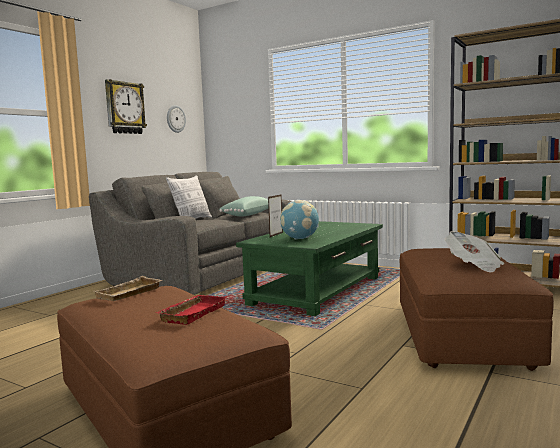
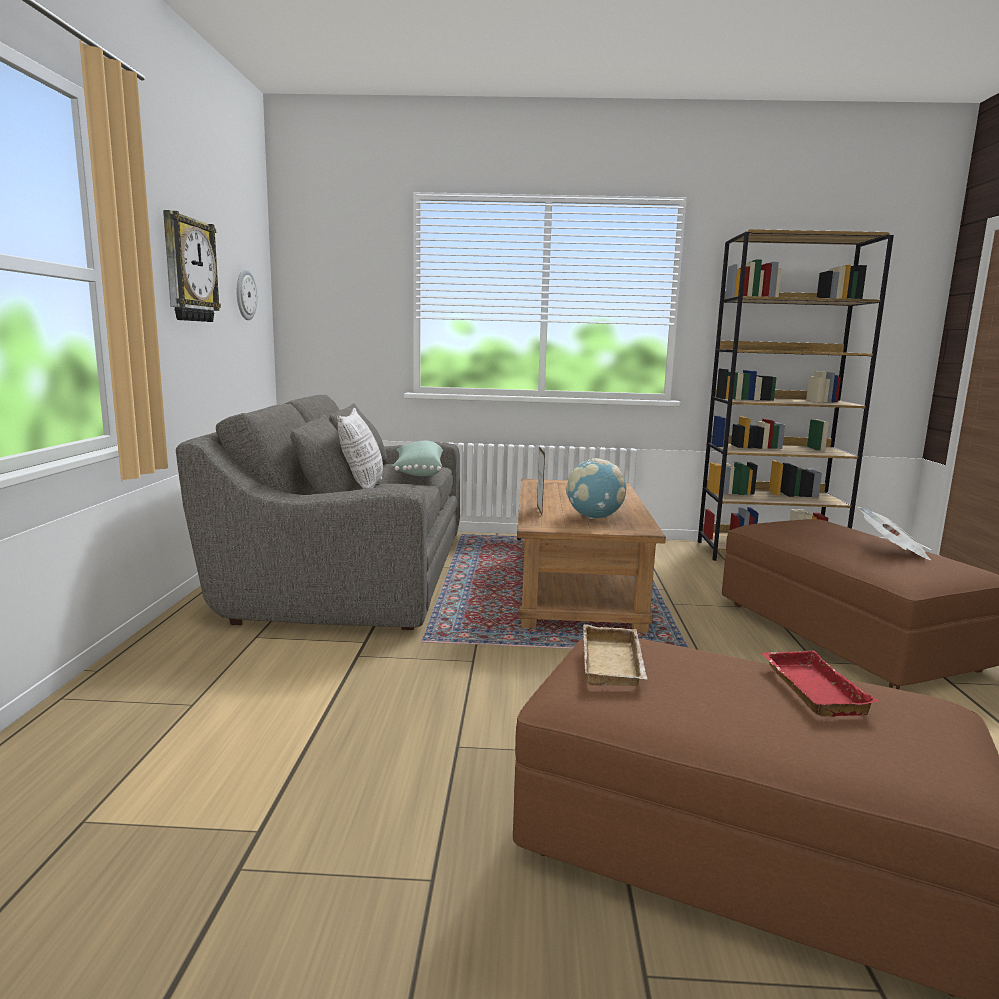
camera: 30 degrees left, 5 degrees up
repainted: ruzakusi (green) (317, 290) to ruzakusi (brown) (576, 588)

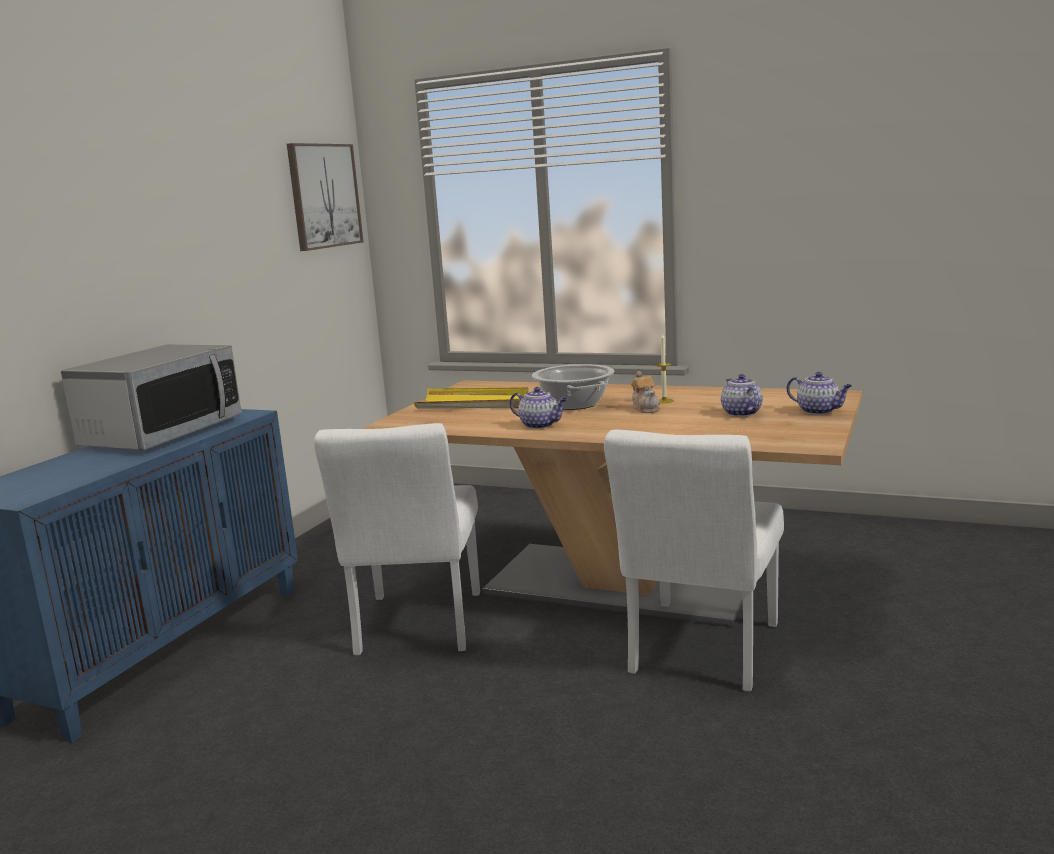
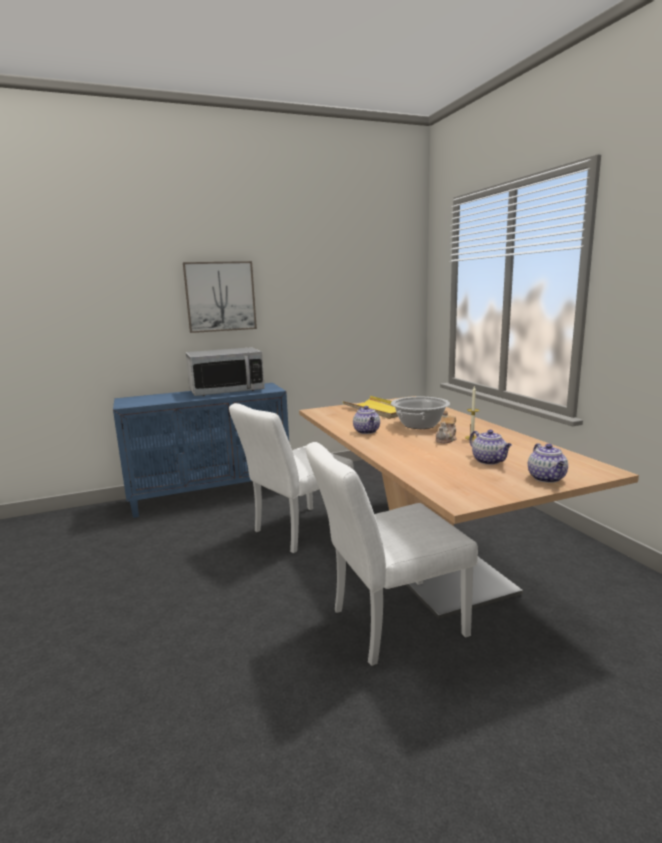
camera: 45 degrees right, 0 degrees up
shifted: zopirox (324, 196) to (220, 296)
rotated: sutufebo (740, 413) = (489, 461) 120 degrees clockwise

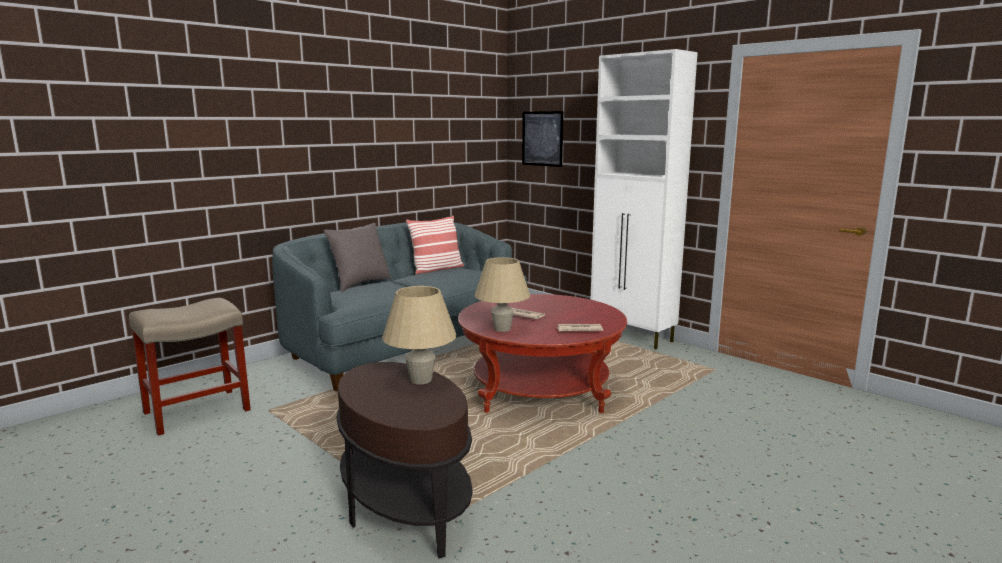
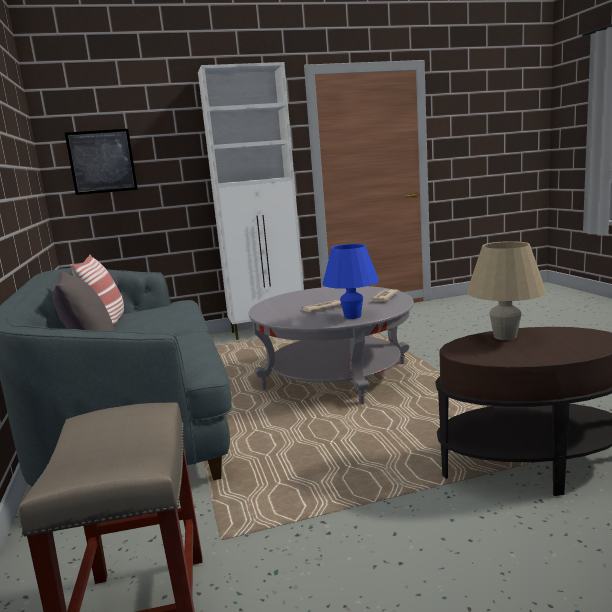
camera: 60 degrees left, 0 degrees up
repainted: ruzakusi (red) (540, 389) to ruzakusi (grey) (335, 376); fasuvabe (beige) (502, 329) to fasuvabe (blue) (352, 316)

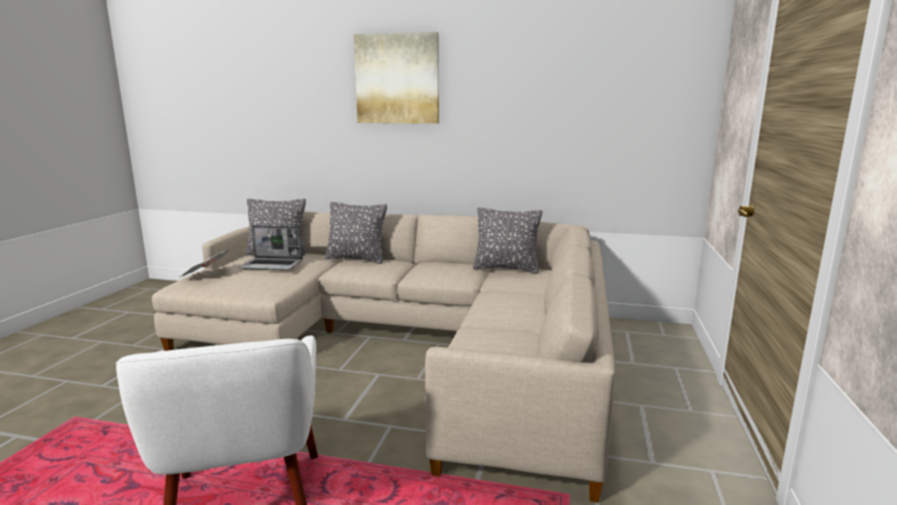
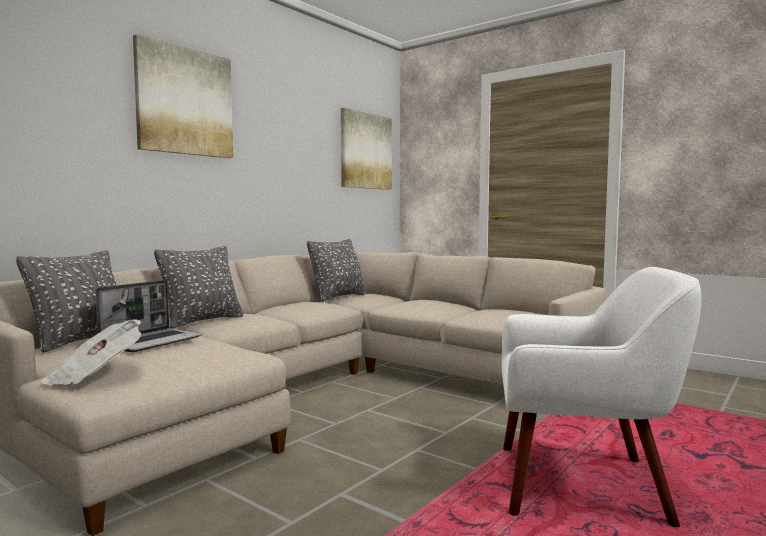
camera: 65 degrees left, 10 degrees down
new: zopirox (365, 151)

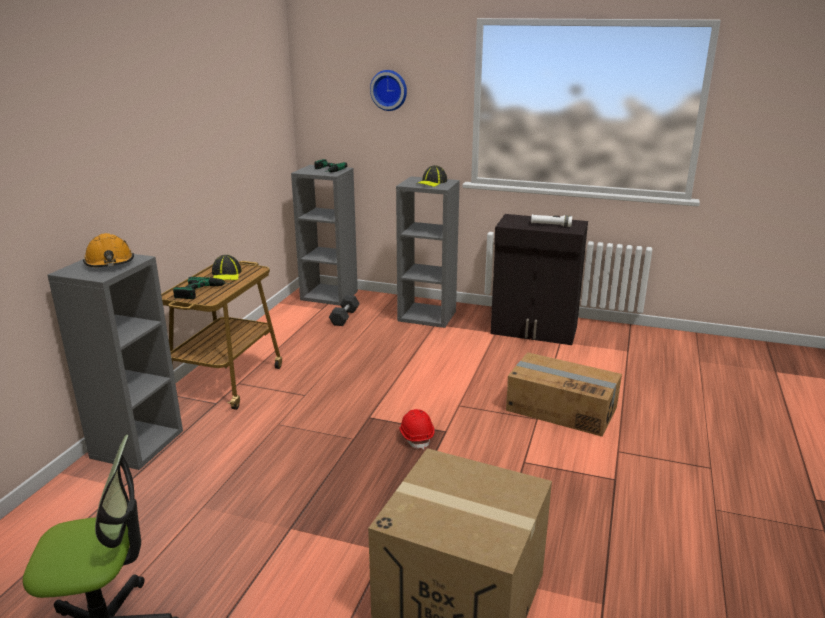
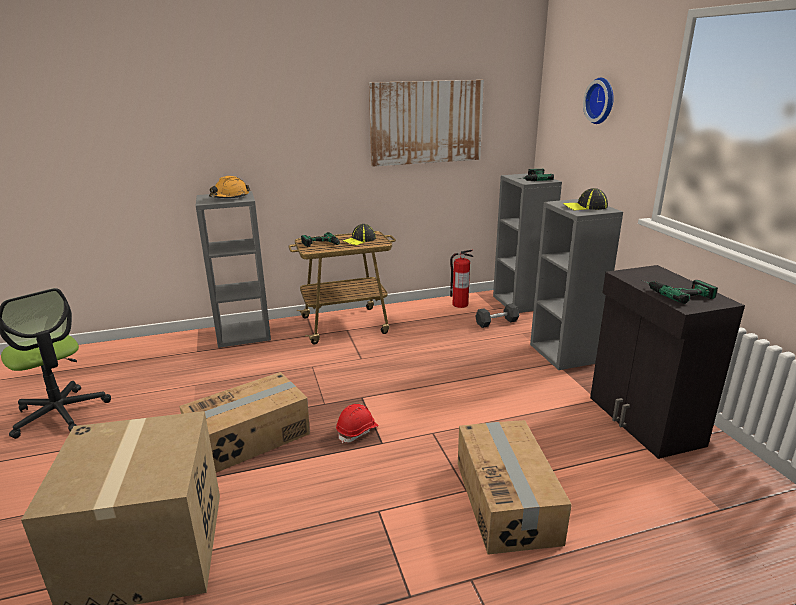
camera: 55 degrees right, 0 degrees up
new: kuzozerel (249, 438); zopirox (426, 122); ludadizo (459, 304)
swapped: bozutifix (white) (551, 225) to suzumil (675, 292)

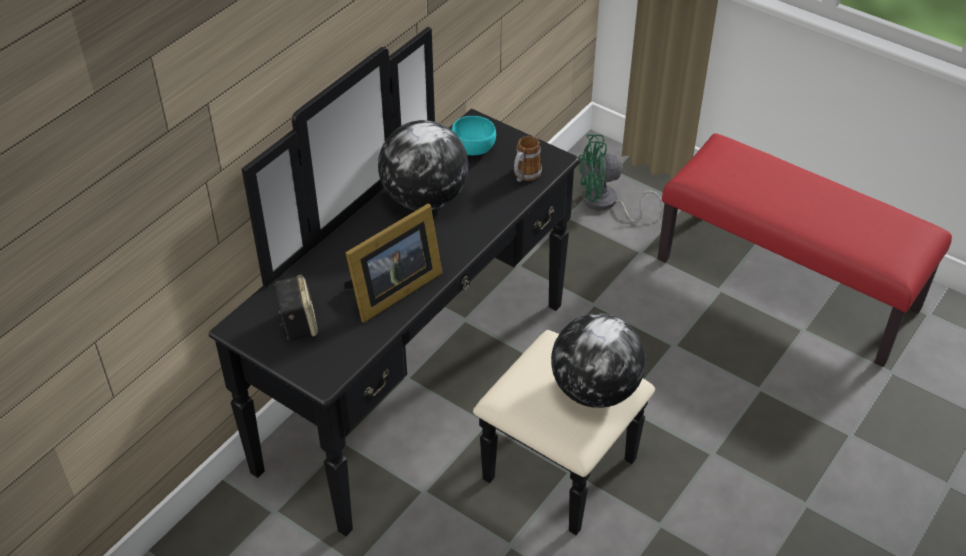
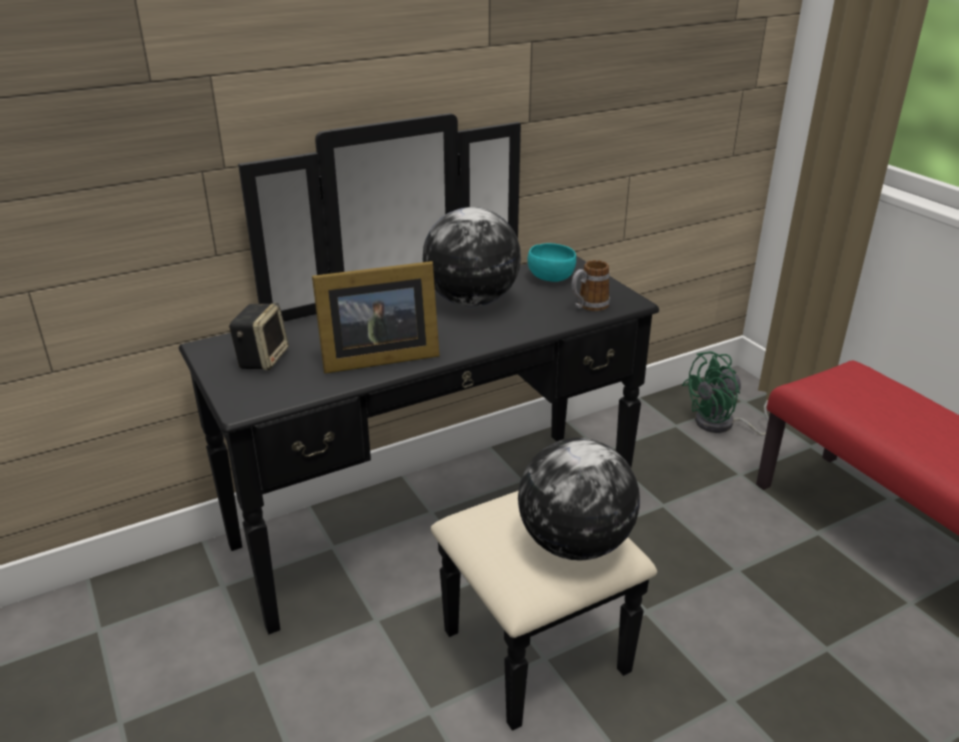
camera: 25 degrees right, 15 degrees down
rotated: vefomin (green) (606, 204) = (723, 425) 45 degrees counterclockwise

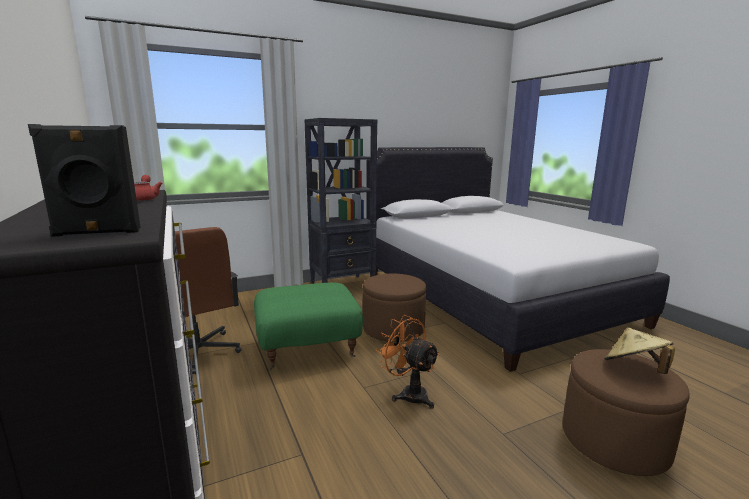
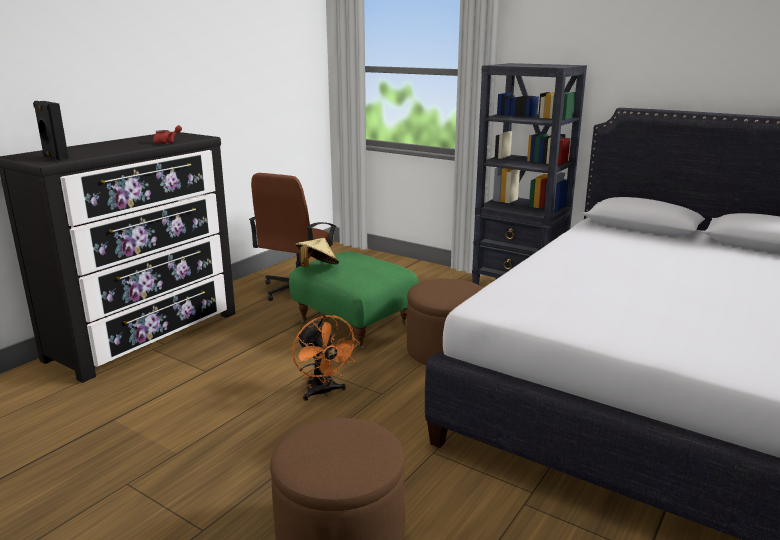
camera: 60 degrees right, 5 degrees up
shifted: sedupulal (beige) (634, 368) to (317, 268)
rotated: vefomin (orange) (408, 393) = (323, 392) 135 degrees clockwise

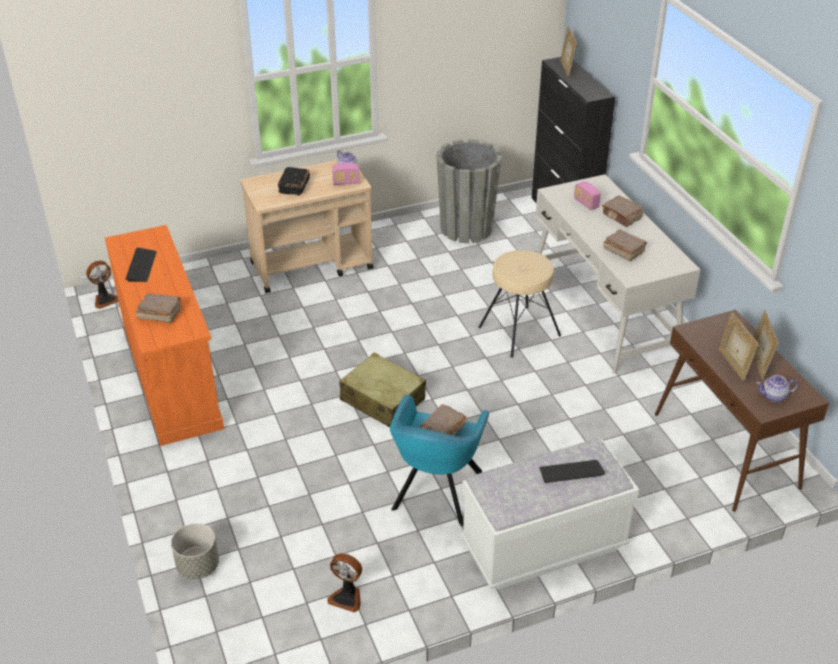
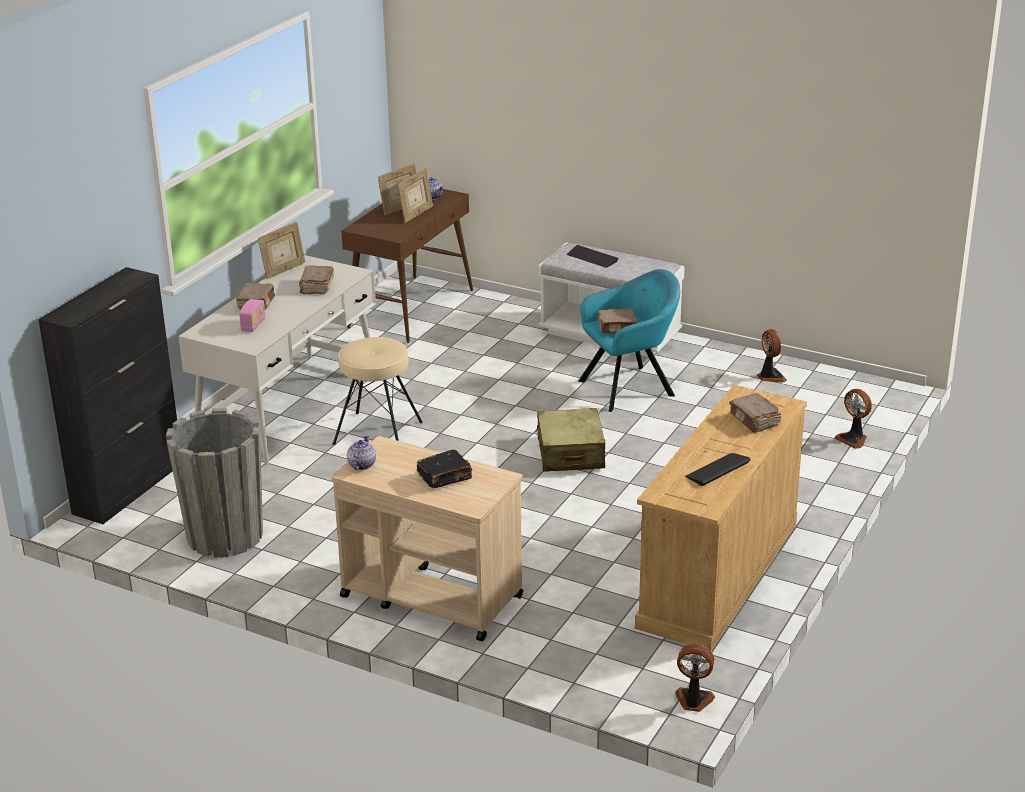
camera: 130 degrees left, 10 degrees down
gone: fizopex (346, 182)
shifted: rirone (566, 68) to (283, 270)
swapped: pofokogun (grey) (197, 566) to vefomin (853, 439)
repainted: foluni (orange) (171, 375) to foluni (beige) (718, 575)

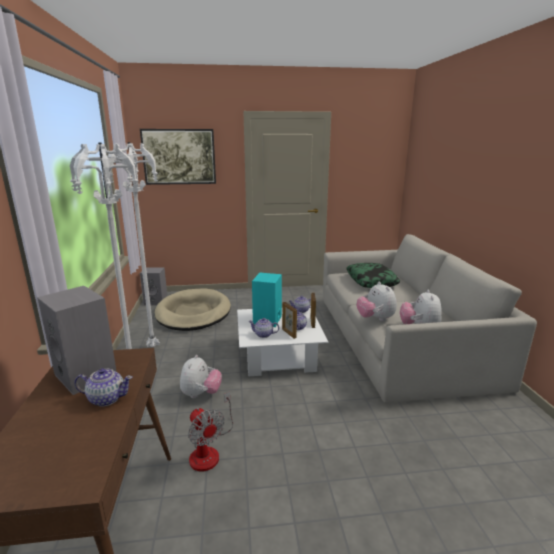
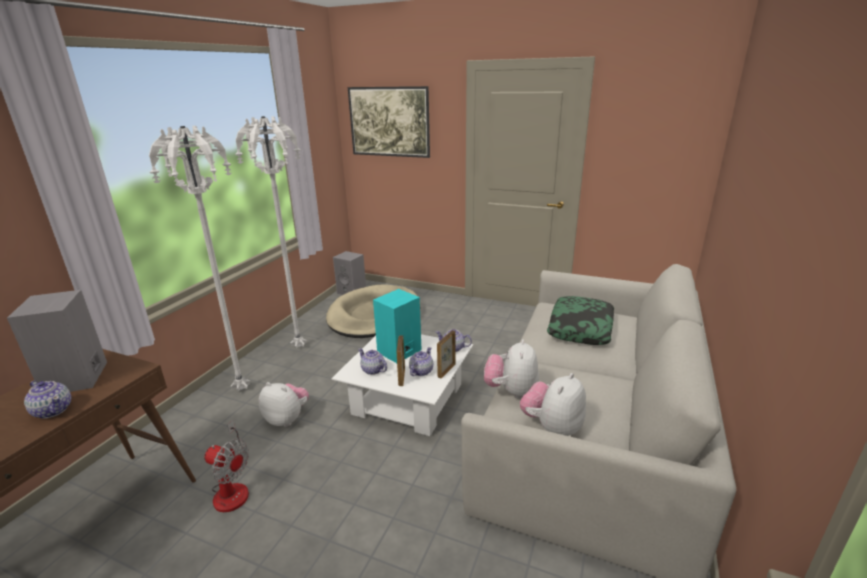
camera: 30 degrees right, 5 degrees up
rotated: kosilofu (201, 394) = (287, 419) 105 degrees counterclockwise; vefomin (209, 451) = (232, 488) 60 degrees counterclockwise

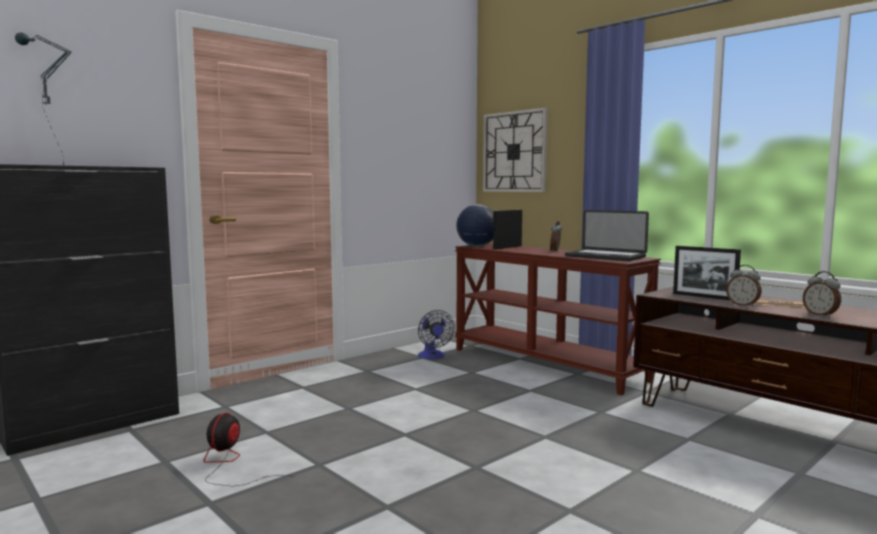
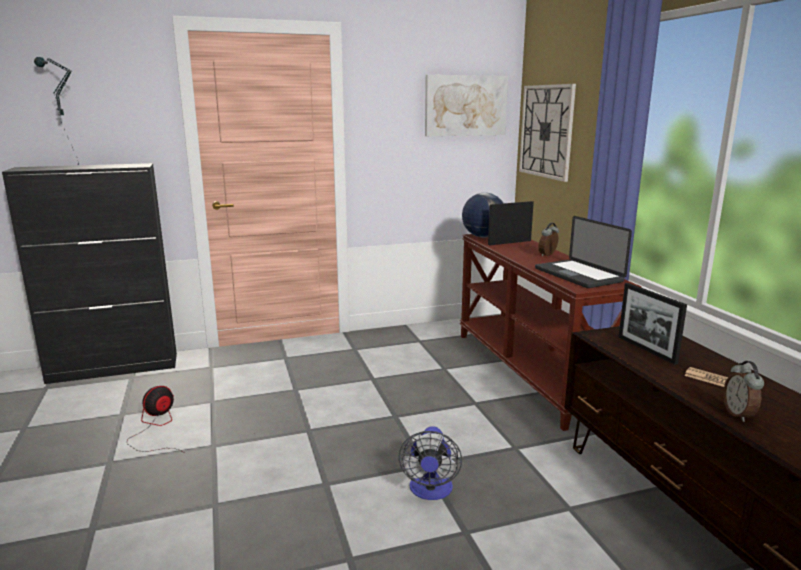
camera: 25 degrees right, 10 degrees up
gone: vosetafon (743, 305)
new: zopirox (465, 105)
shifted: vefomin (433, 356) to (430, 491)

